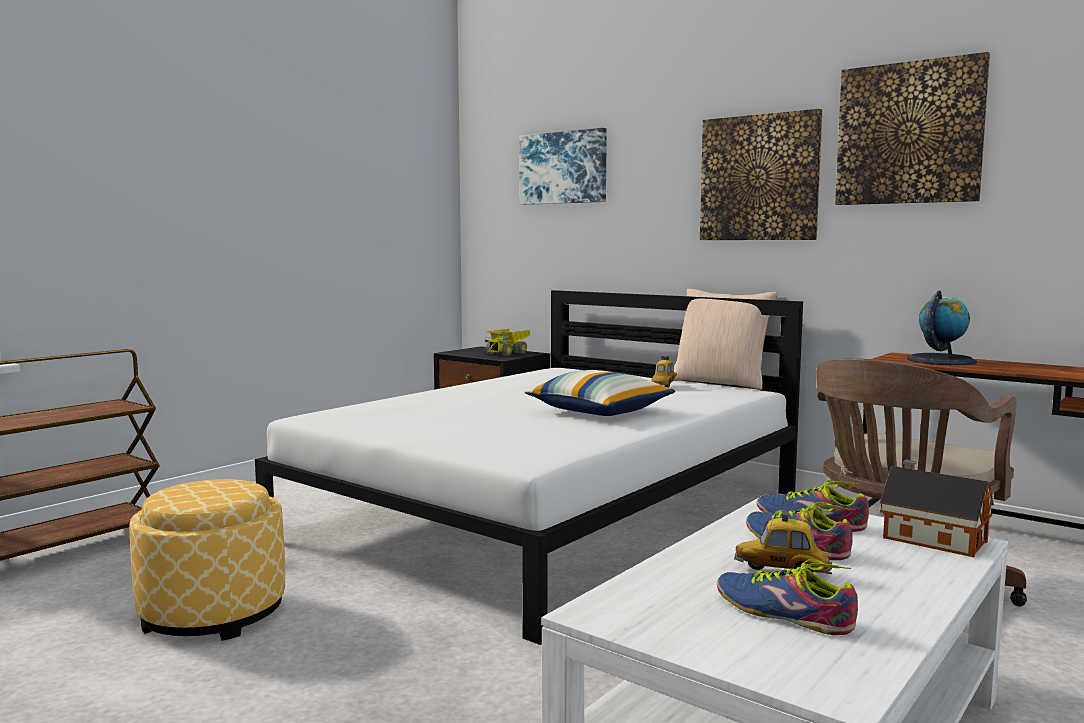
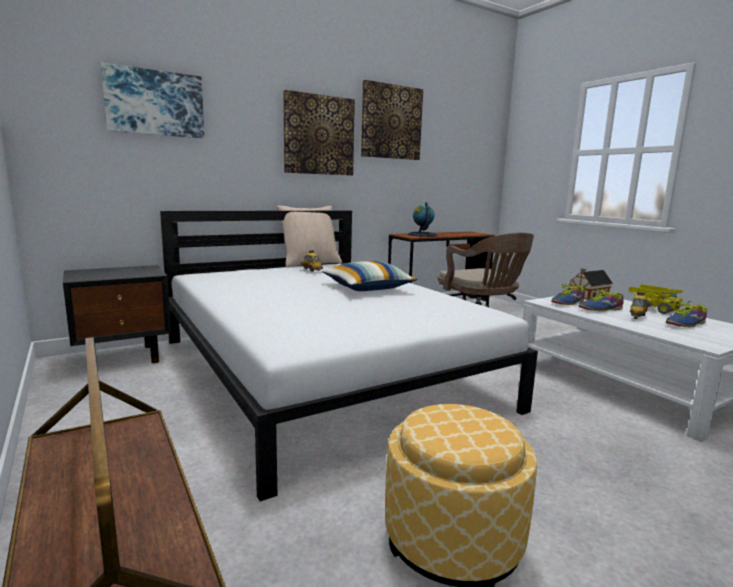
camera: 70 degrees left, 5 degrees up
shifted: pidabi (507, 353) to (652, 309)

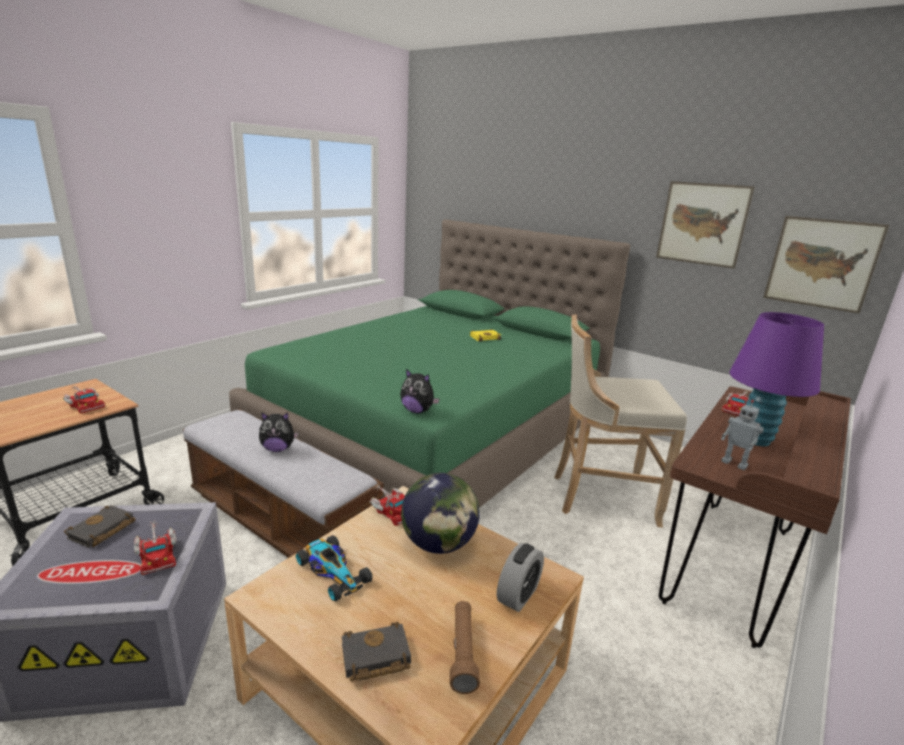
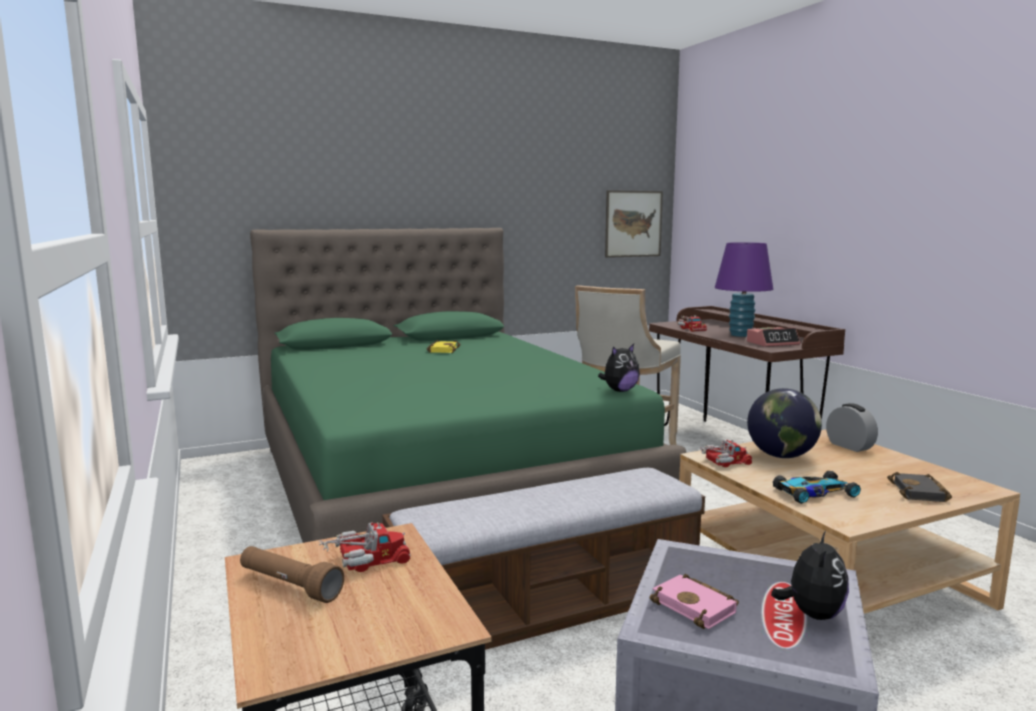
camera: 60 degrees left, 10 degrees down
gone: pidabi (157, 553); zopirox (702, 224)
shifted: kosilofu (278, 449) to (812, 614); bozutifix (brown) (462, 652) to (289, 586)
swapped: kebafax (734, 463) to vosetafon (772, 343)
repainted: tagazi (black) (101, 531) to tagazi (pink) (697, 607)

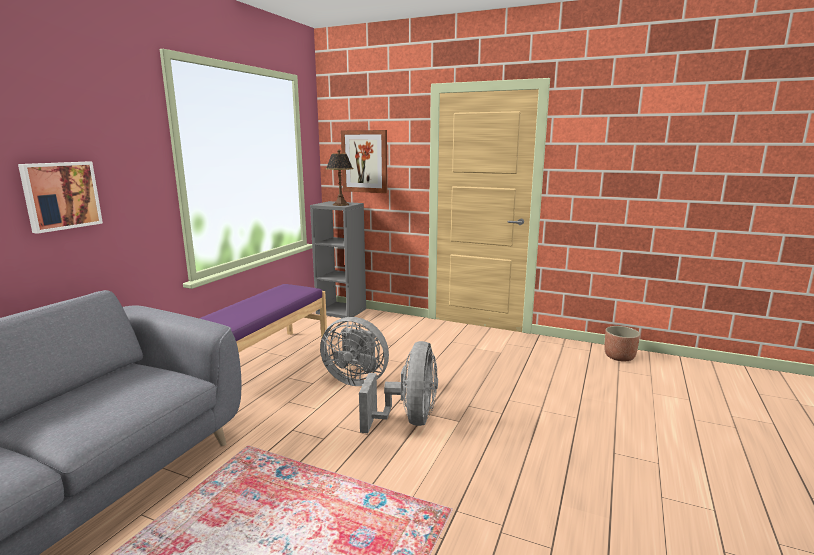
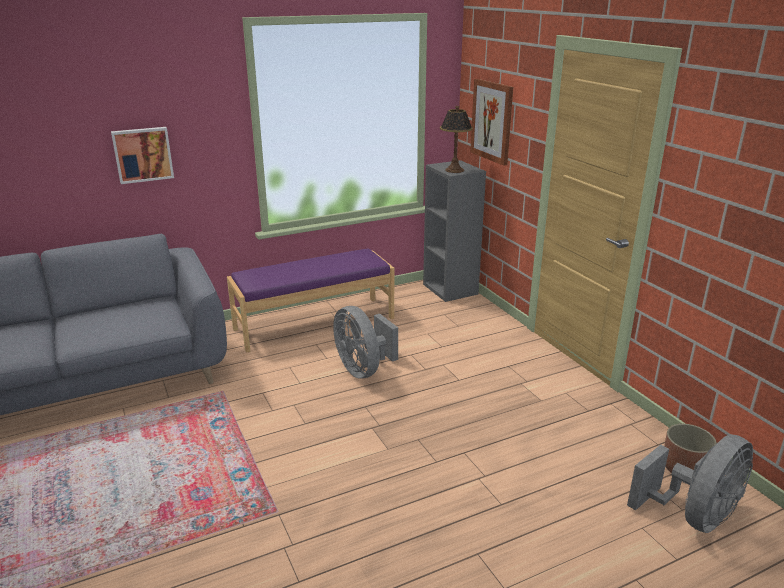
camera: 40 degrees right, 10 degrees up
shifted: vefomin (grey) (409, 420) to (694, 516)

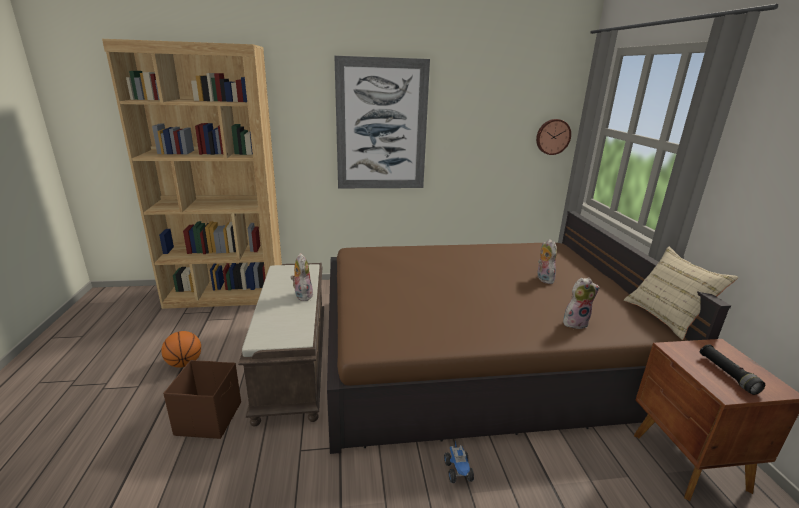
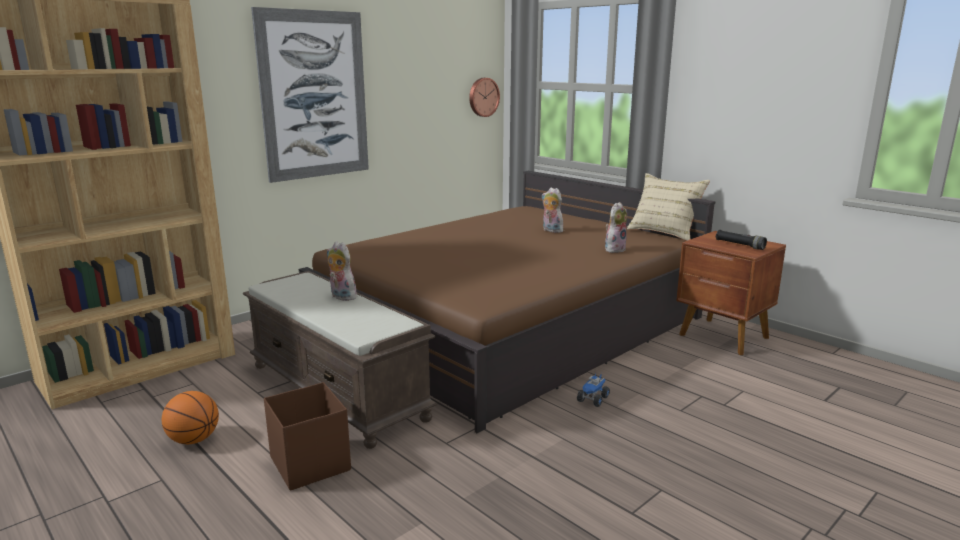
camera: 35 degrees left, 5 degrees down
rotated: pidabi (458, 471) = (593, 400) 75 degrees clockwise

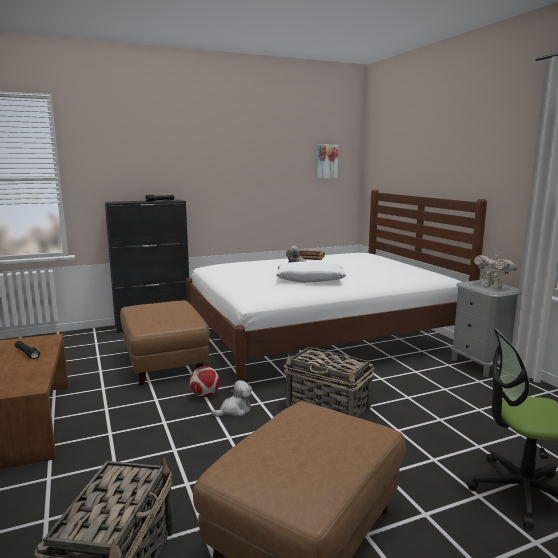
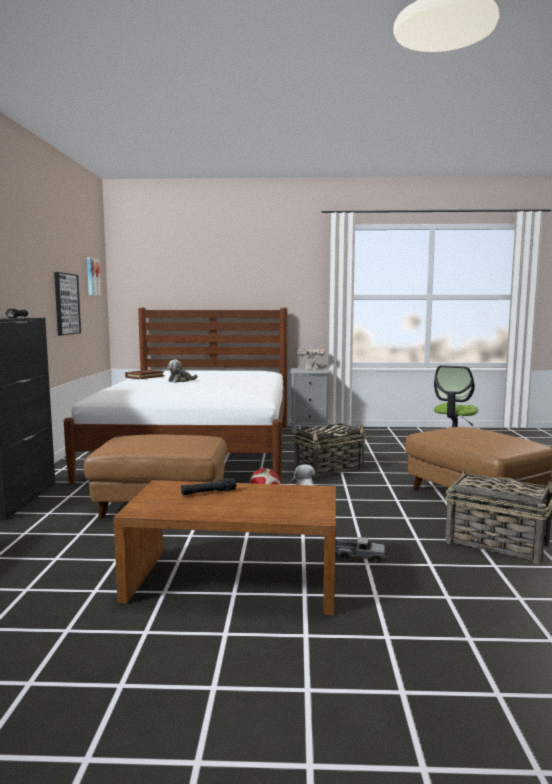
camera: 65 degrees left, 5 degrees down
gone: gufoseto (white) (310, 279)
new: zopirox (66, 304); pidabi (359, 556)

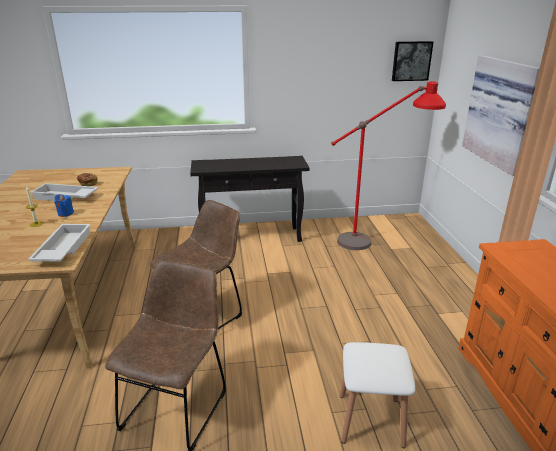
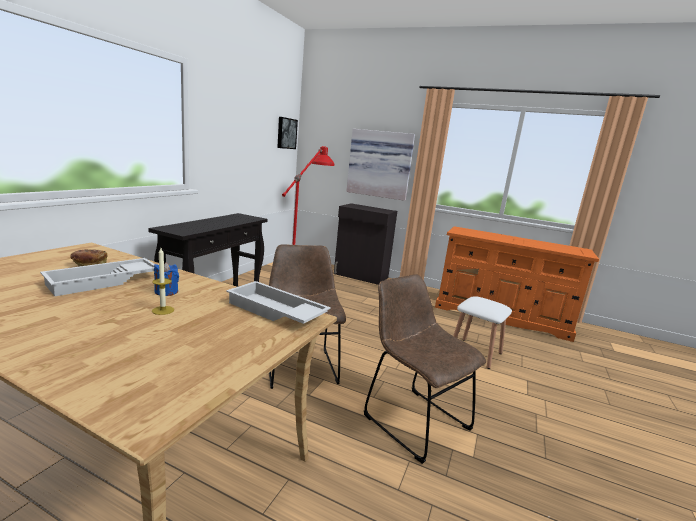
camera: 60 degrees left, 10 degrees down
new: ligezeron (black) (361, 276)

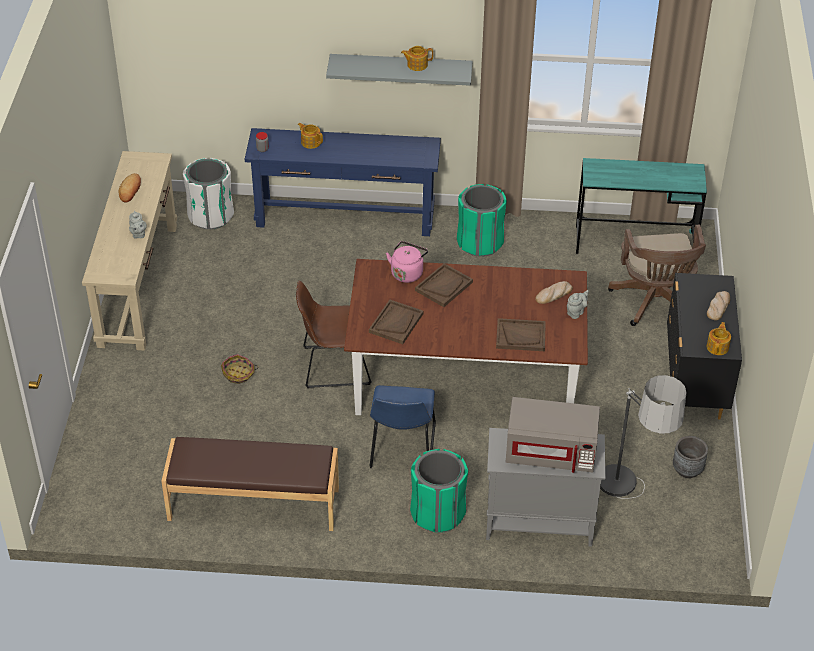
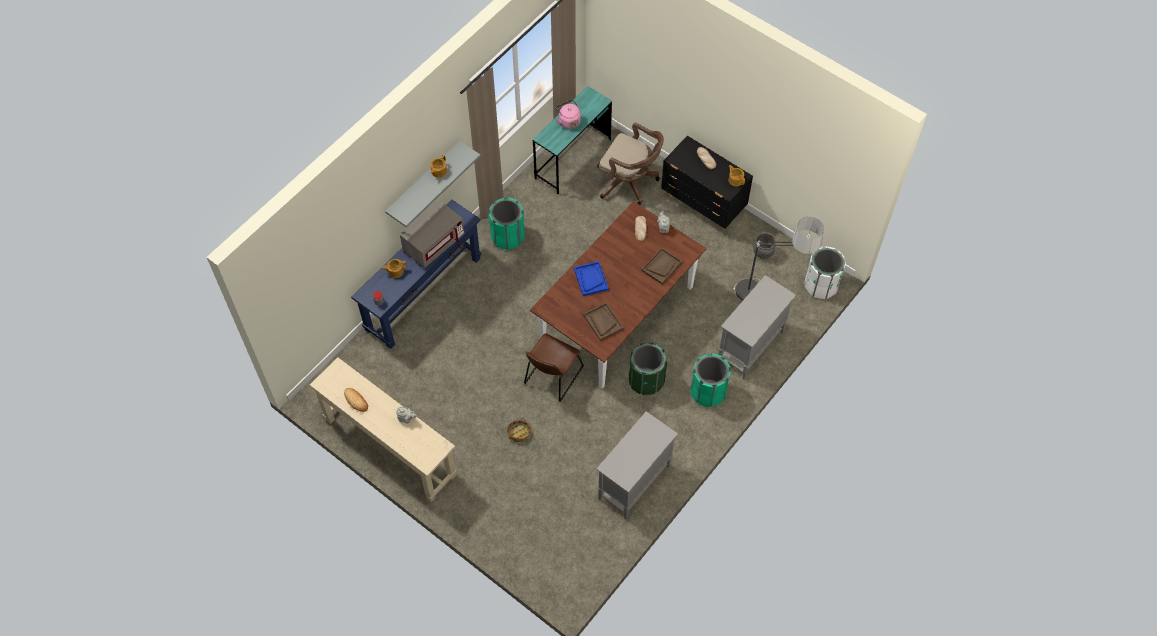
camera: 55 degrees left, 15 degrees up
shifted: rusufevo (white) (210, 215) to (821, 285); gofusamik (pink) (407, 272) to (568, 121); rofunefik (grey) (551, 452) to (434, 243)
swapped: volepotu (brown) (253, 505) to ligezeron (grey) (634, 483); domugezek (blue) (402, 448) to rusufevo (green) (646, 380)
repainted: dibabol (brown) (444, 286) to dibabol (blue) (591, 279)

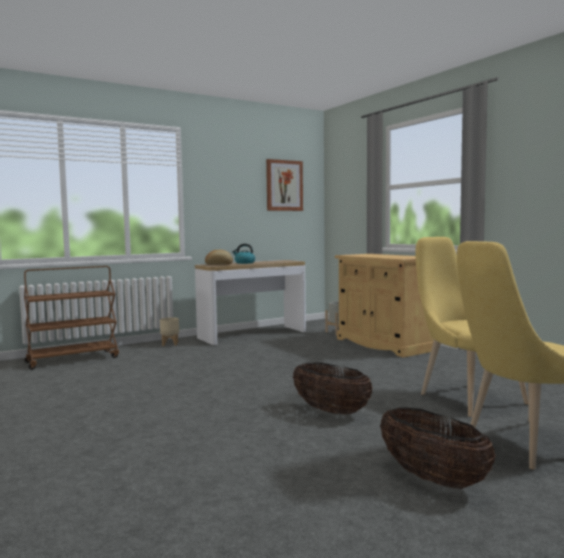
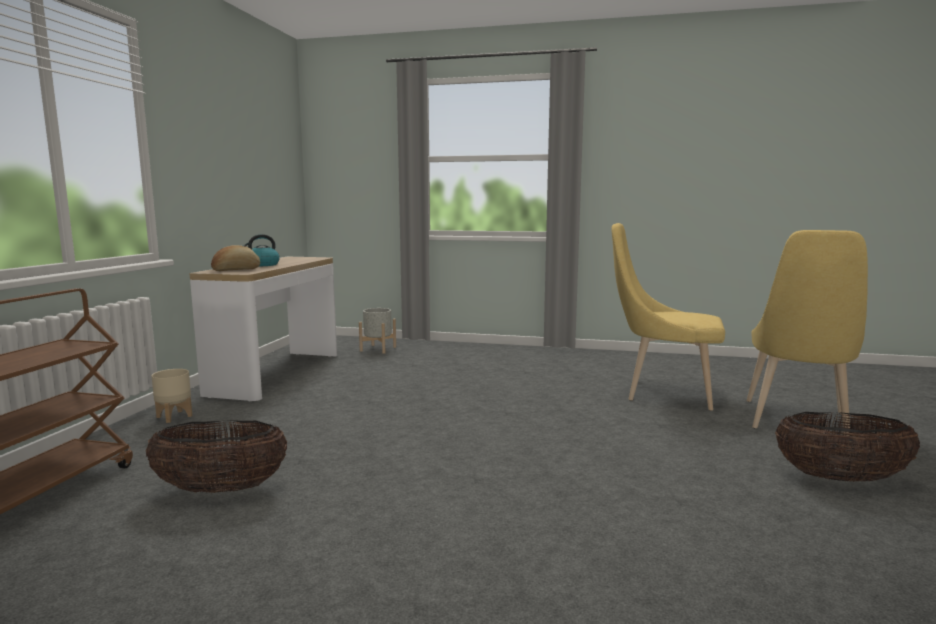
camera: 45 degrees left, 5 degrees up
gone: zopirox (284, 185); ligezeron (beige) (384, 344)
shifted: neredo (331, 411) to (221, 489)

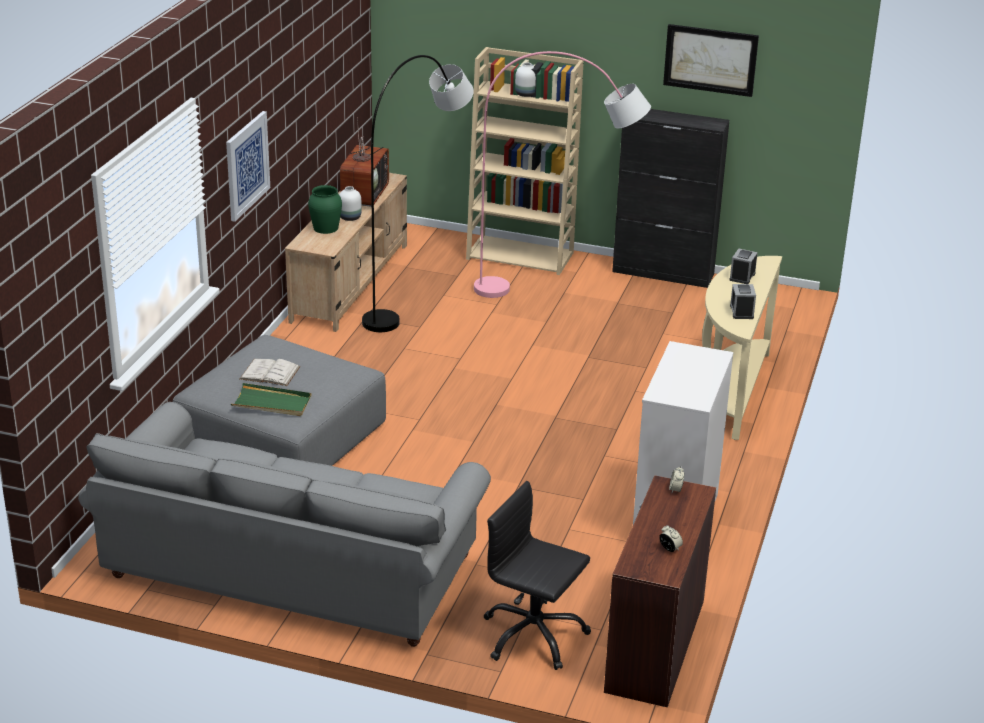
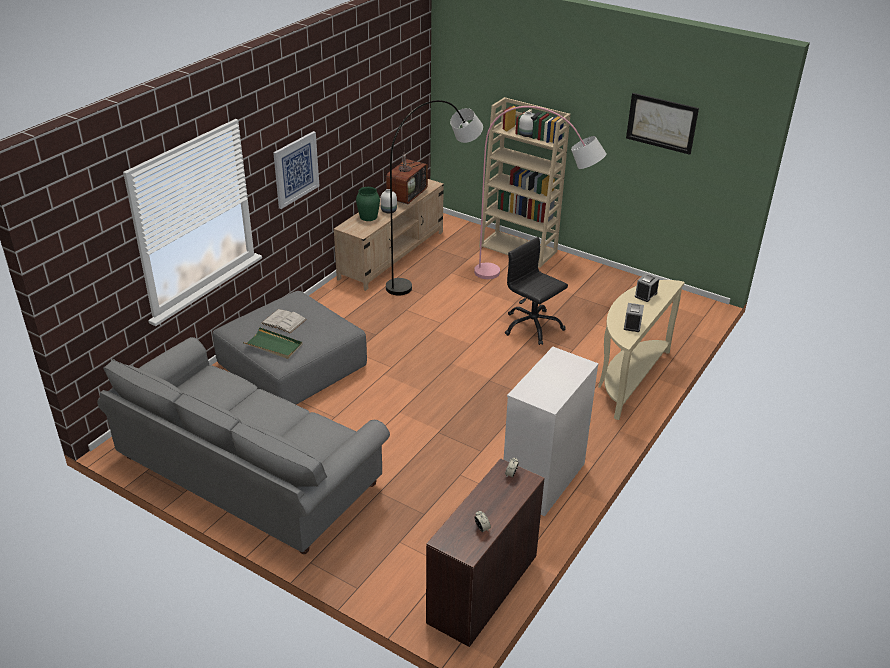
camera: 15 degrees right, 5 degrees up
gone: ligezeron (black) (663, 273)
shifted: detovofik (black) (533, 636) to (532, 326)

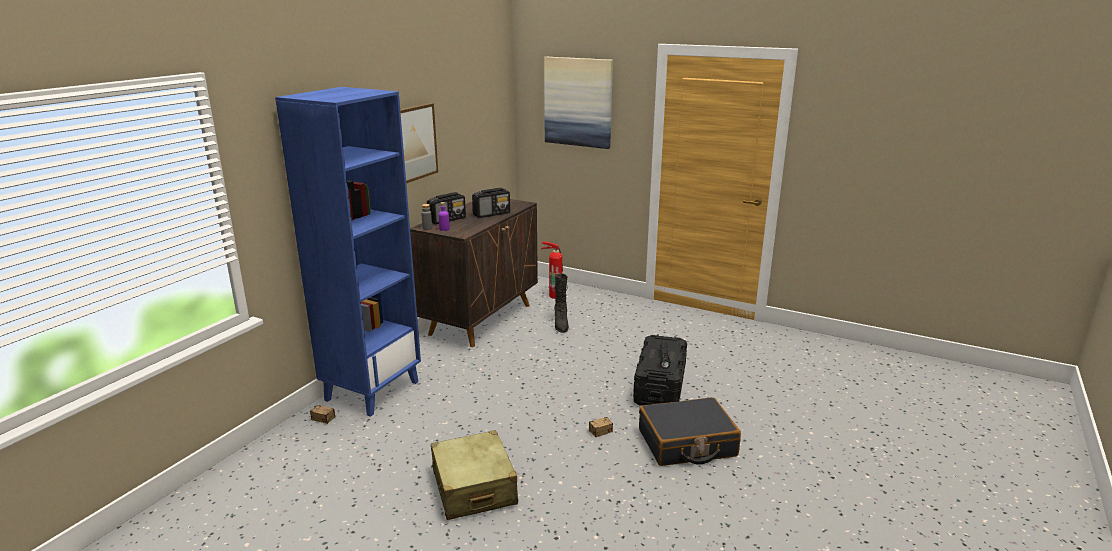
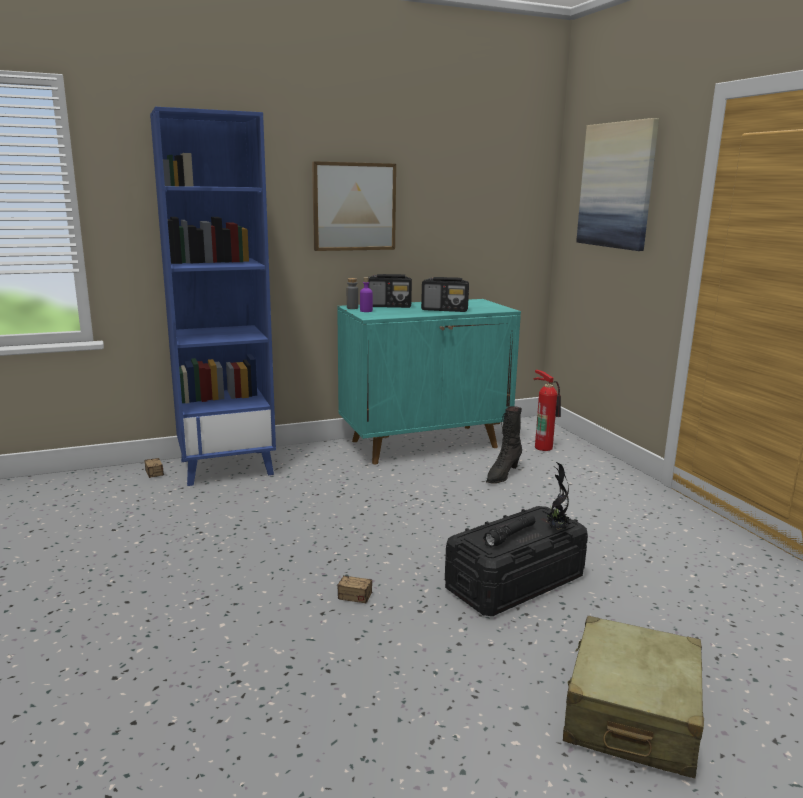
camera: 40 degrees right, 5 degrees down
gone: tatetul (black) (687, 443)
new: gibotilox (556, 528)
shifted: tatetul (beige) (473, 488) to (631, 714)
repainted: ligezeron (brown) (481, 319) to ligezeron (turquoise) (425, 444)

